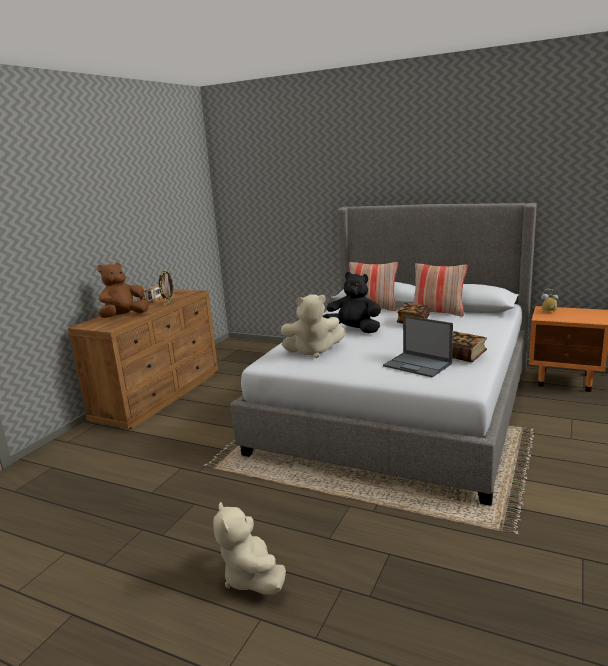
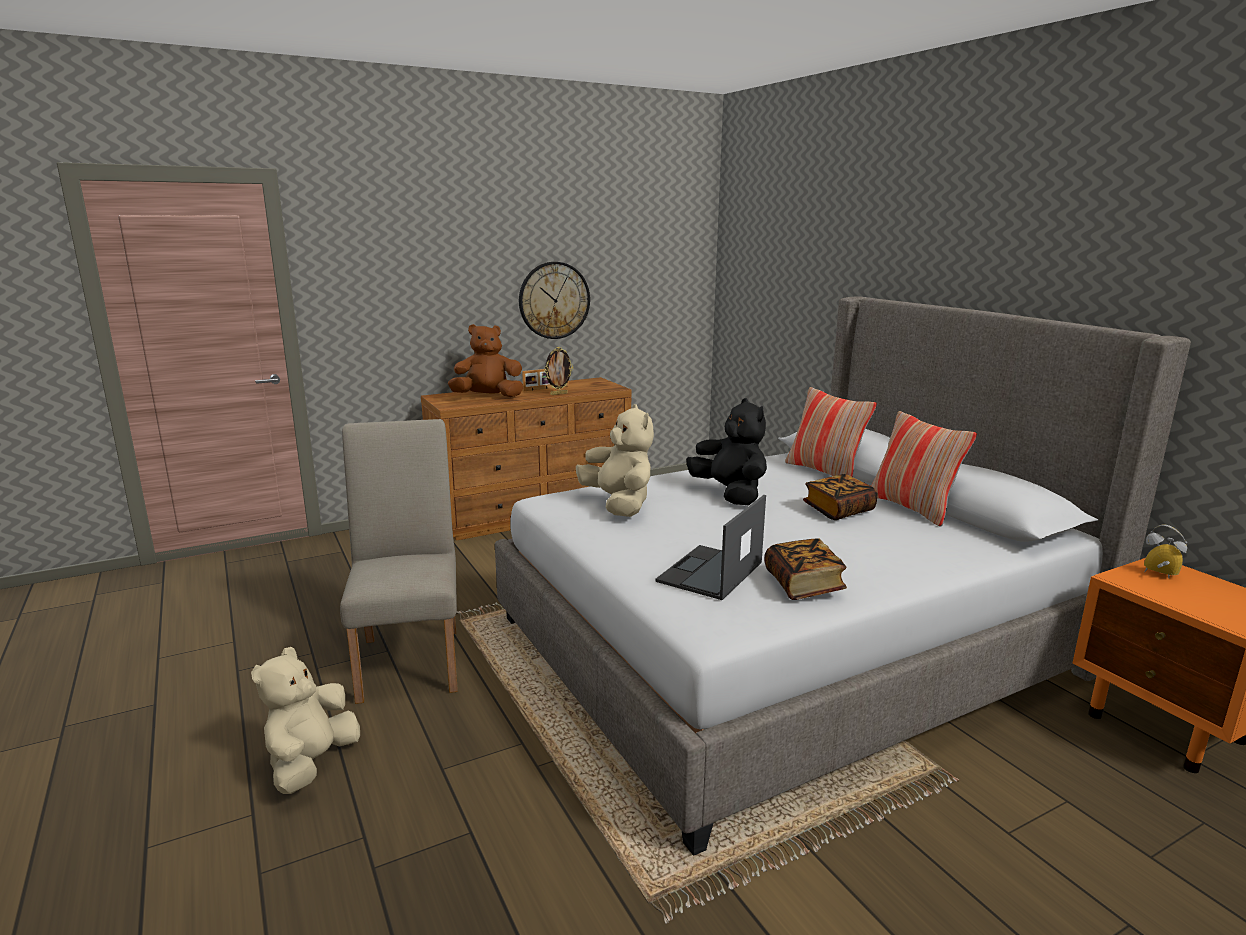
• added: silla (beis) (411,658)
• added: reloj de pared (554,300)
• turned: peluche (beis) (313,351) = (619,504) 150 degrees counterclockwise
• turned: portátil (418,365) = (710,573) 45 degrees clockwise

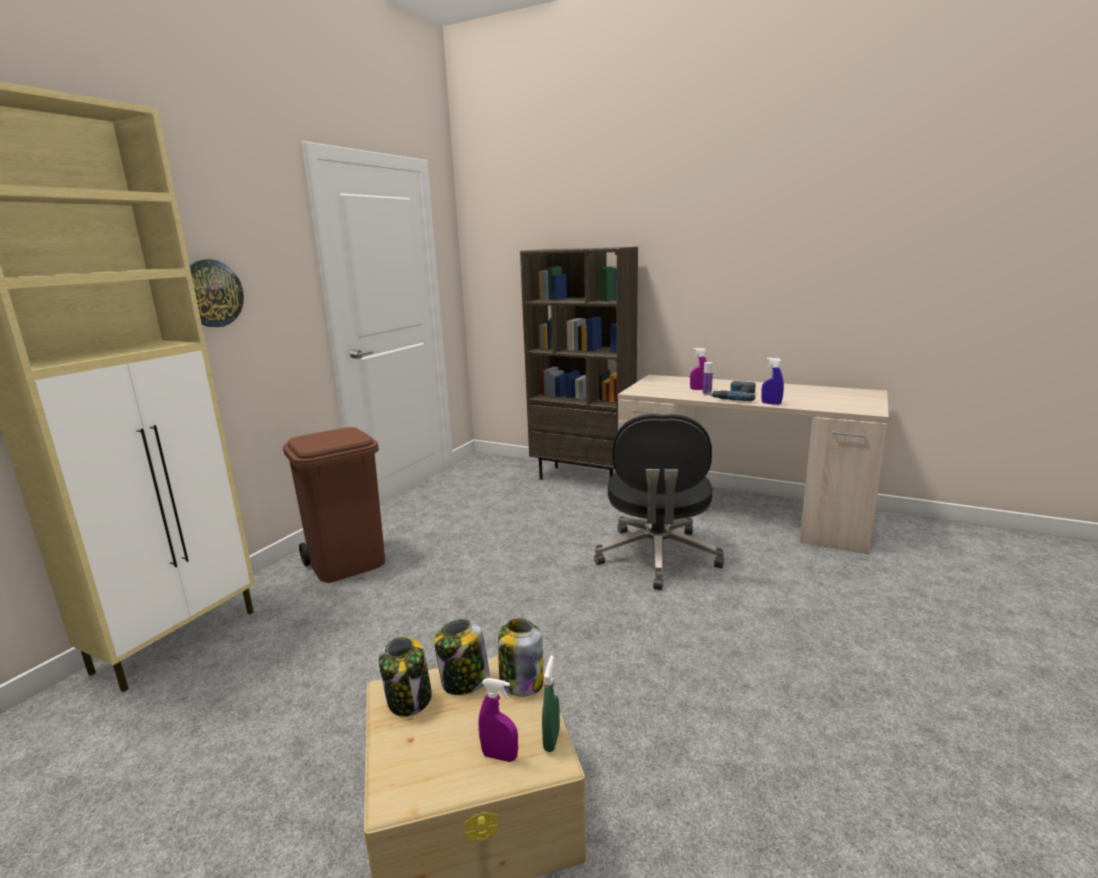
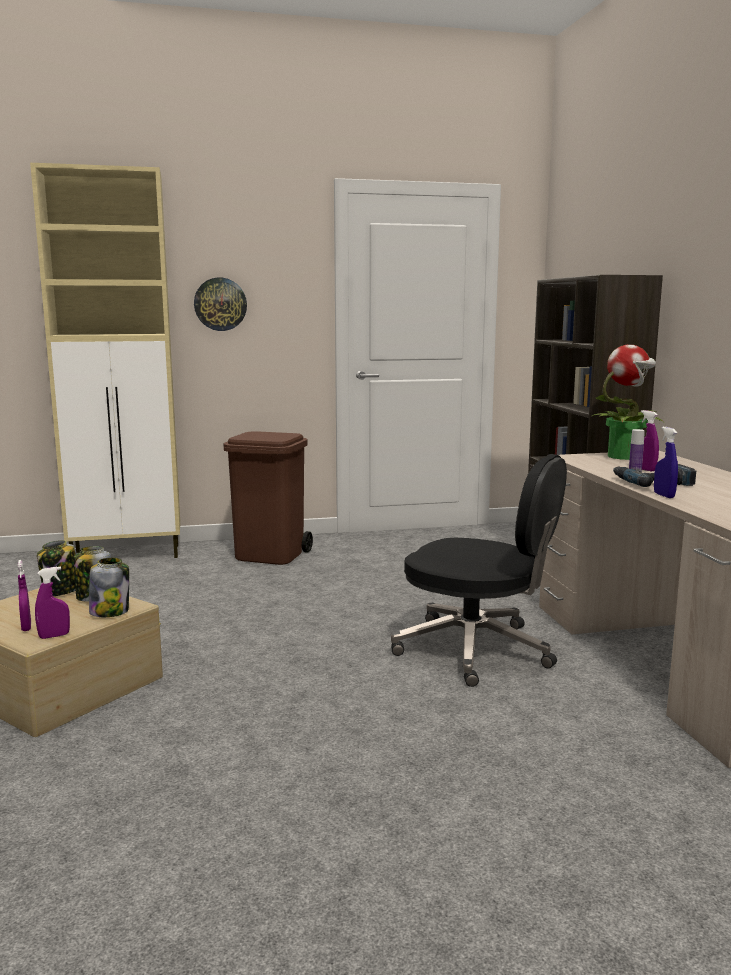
• recoloured: pulverizador (verde) (551,740) to pulverizador (morado) (54,636)
• turned: silla de oficina (negro) (657,557) = (476,650) 120 degrees counterclockwise
• added: planta en maceta (624,456)

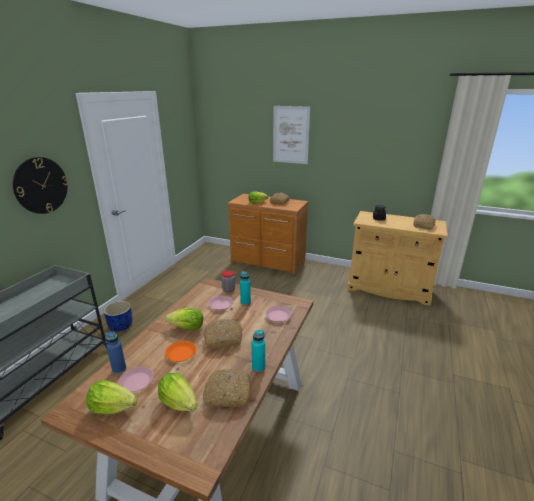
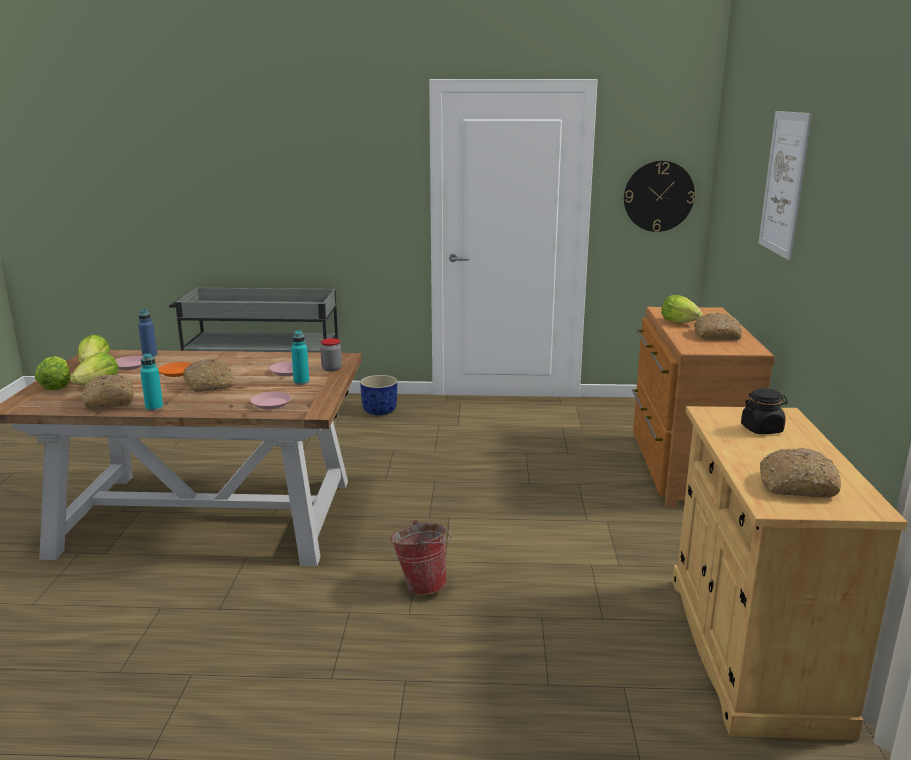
• moved: lechuga (187,328) to (56,386)
• added: cubo (422,584)
• moved: reloj de pared (41,185) to (658,196)

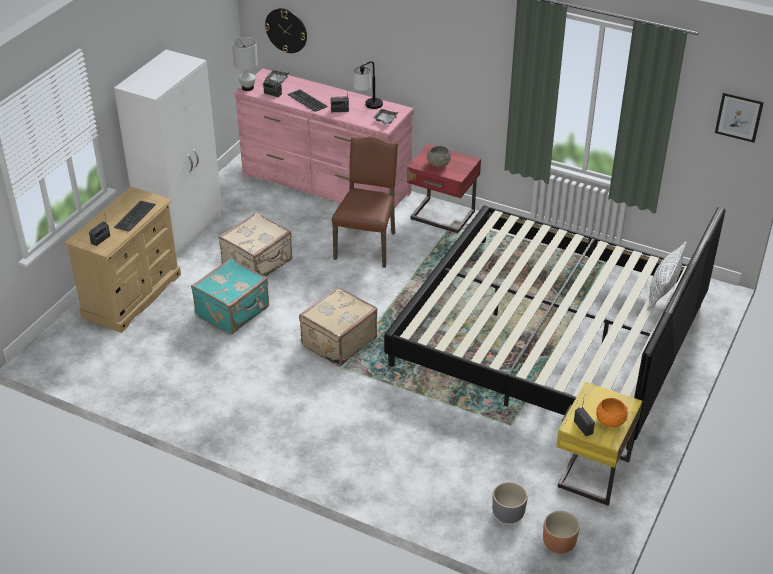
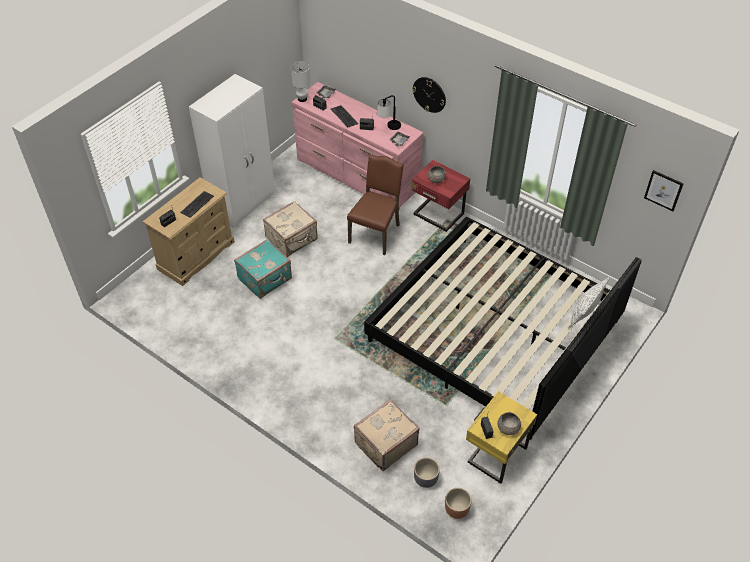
• moved: maleta (beis) (337,341) to (385,443)
• moved: reloj de pared (286,30) to (429,94)
• recoloured: cuenco (naranja) (610,421) to cuenco (gris) (508,428)

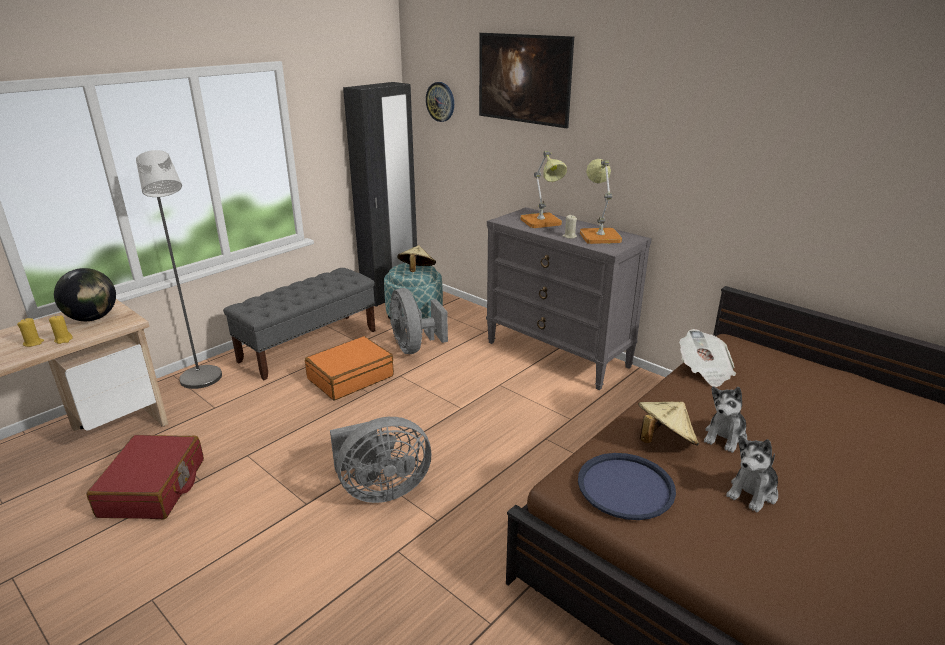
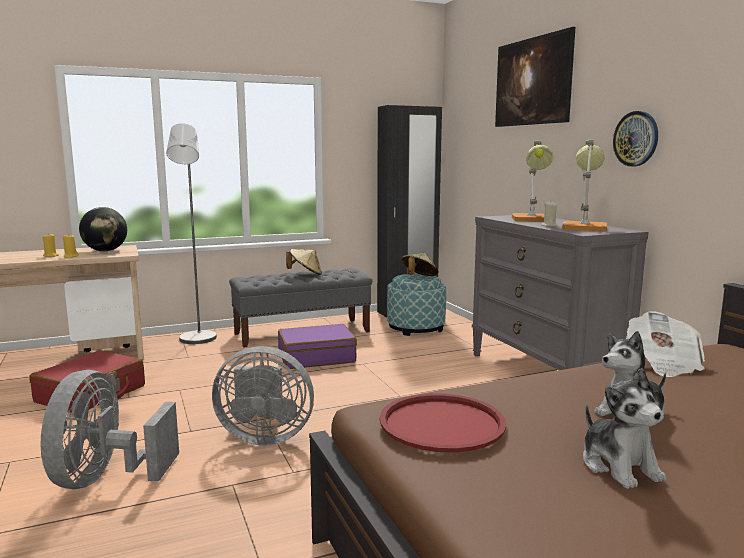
• moved: ventilador (gris) (414,347) to (105,478)
• recoloured: maleta (naranja) (350,377) to maleta (morado) (316,357)
• moved: sombrero (beis) (664,441) to (305,274)
• recoloured: bandeja (azul) (625,486) to bandeja (rojo) (442,423)
• turned: peluche (753,492) = (619,466) 90 degrees counterclockwise
• moved: reloj de pared (440,101) to (636,139)

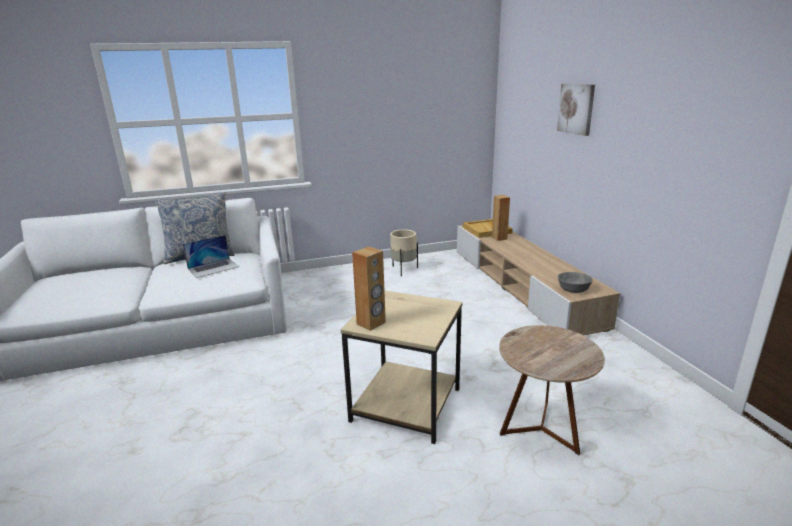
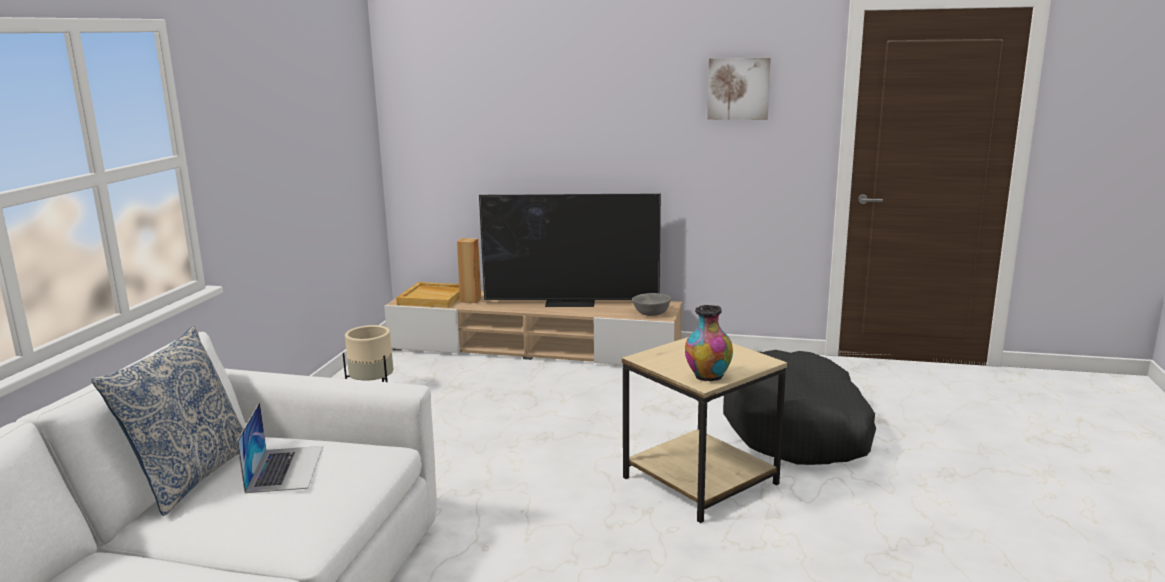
• added: televisor (571,302)
• replaced: altavoz (marrón) (371,323) to florero (707,377)
• moved: cuadro (576,108) to (738,88)
• replaced: mesa auxiliar (marrón) (541,430) to cama para perro (negro) (798,429)

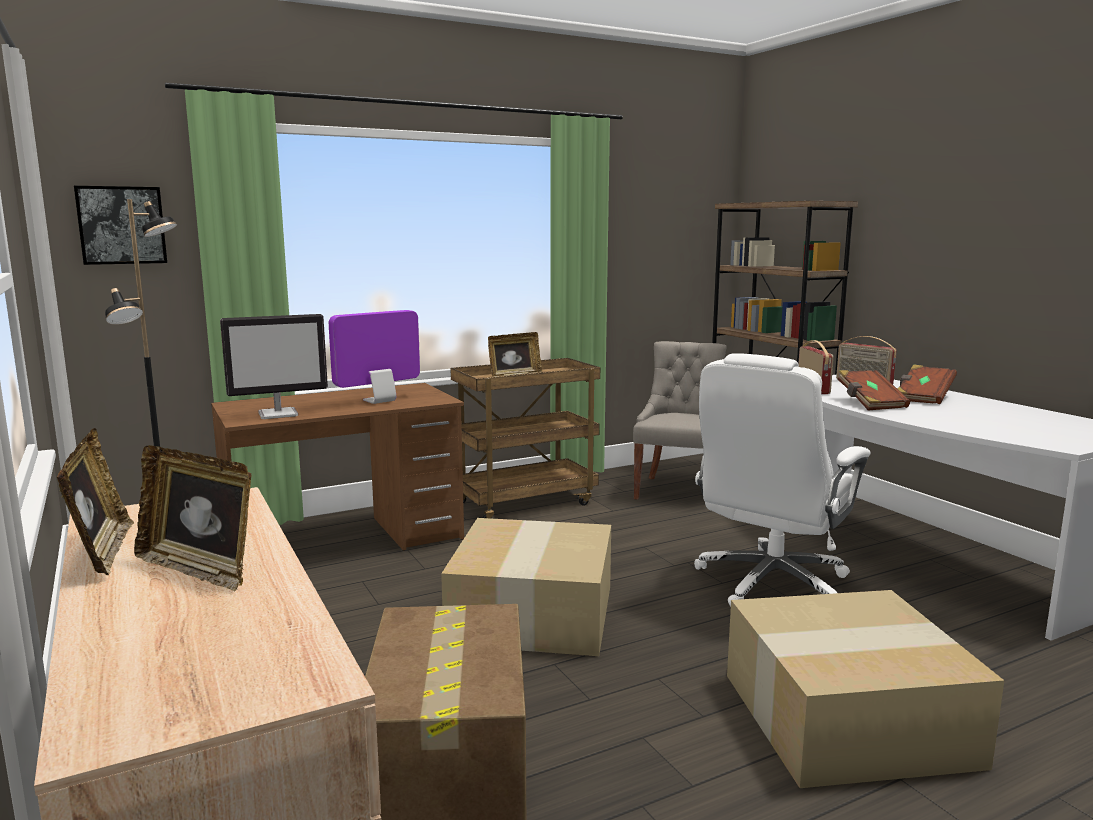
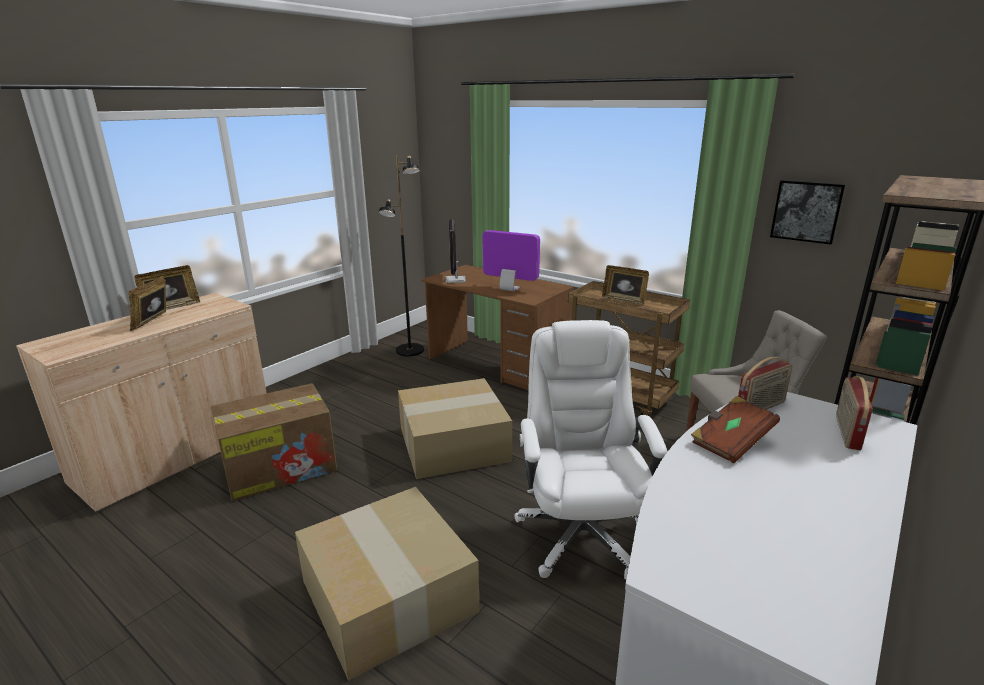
• turned: monitor (279,414) = (455,280) 45 degrees clockwise
• turned: silla de oficina (blanco) (771,584) = (580,533) 75 degrees clockwise
• moved: cuadro (121,225) to (807,211)
• removed: libro (marrón) (923,398)

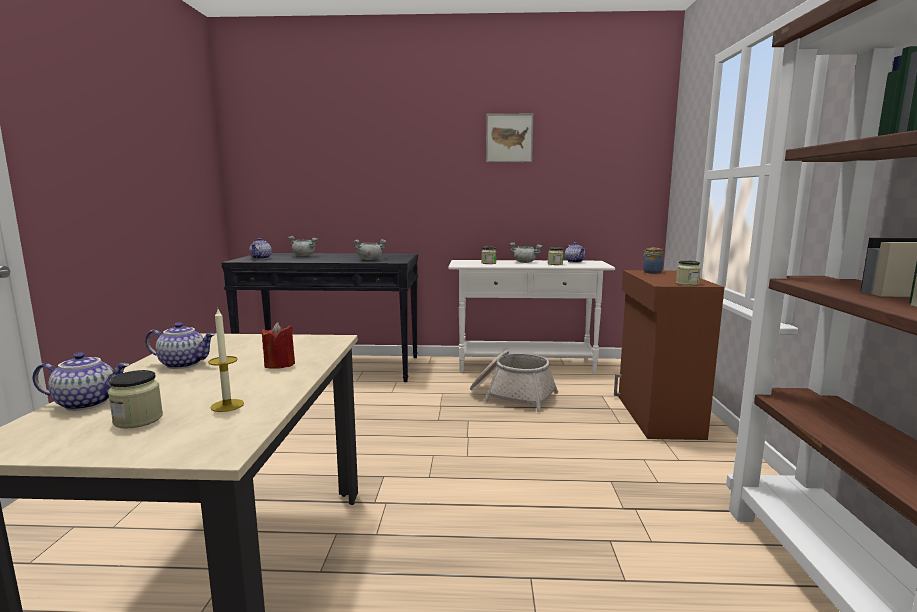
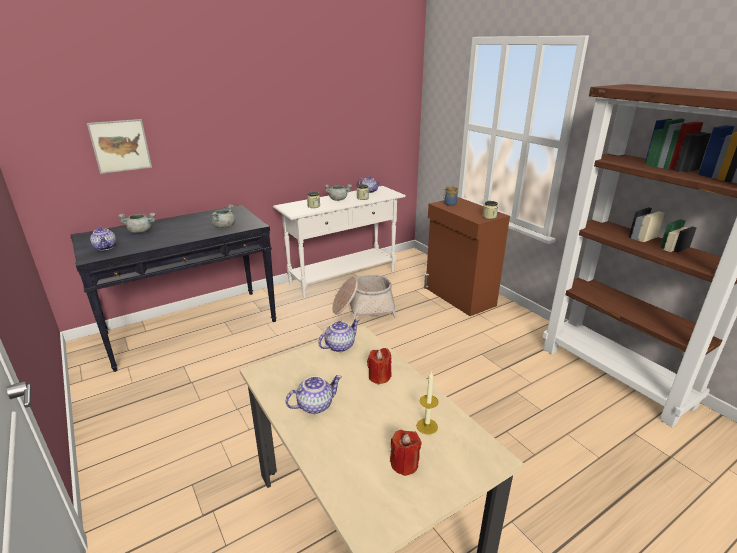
• moved: cuadro (509,138) to (120,146)
• moved: tetera (88,403) to (339,346)
• replaced: tarro (138,419) to vela (rojo) (404,464)

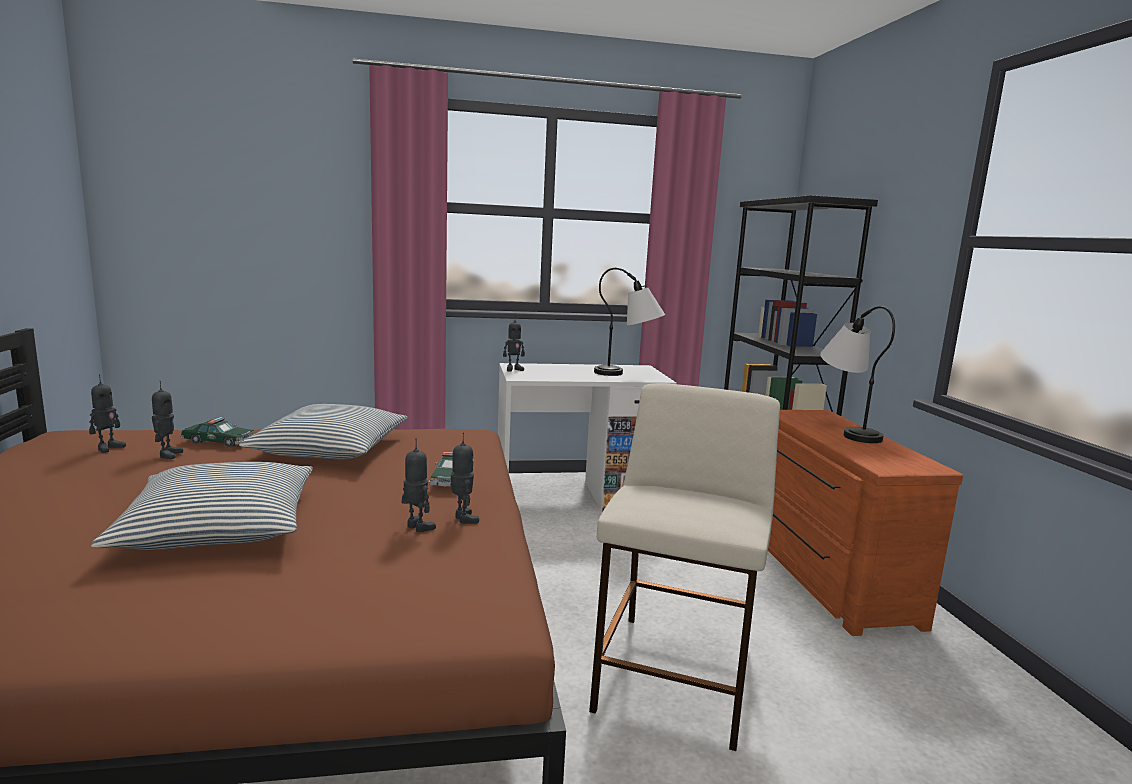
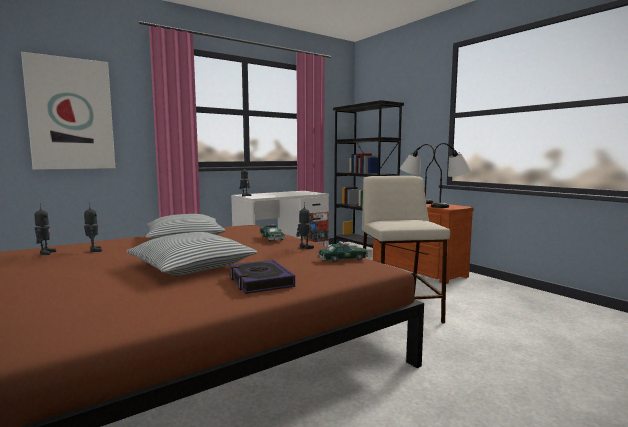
• added: cuadro (71,114)
• added: libro (260,281)
• moved: coche de juguete (218,442) to (343,259)
• moved: lámpara de mesa (628,374) to (451,206)
• removed: robot de juguete (417,527)

